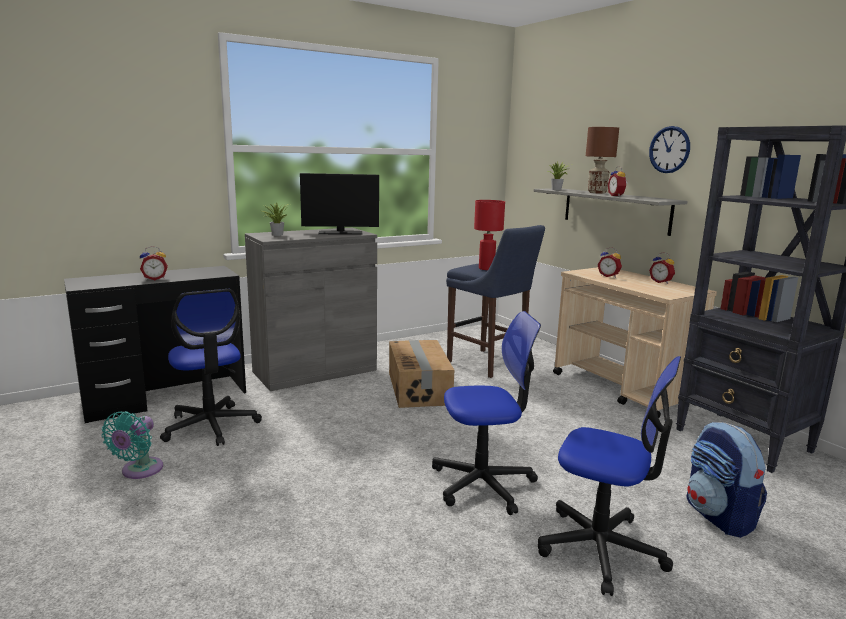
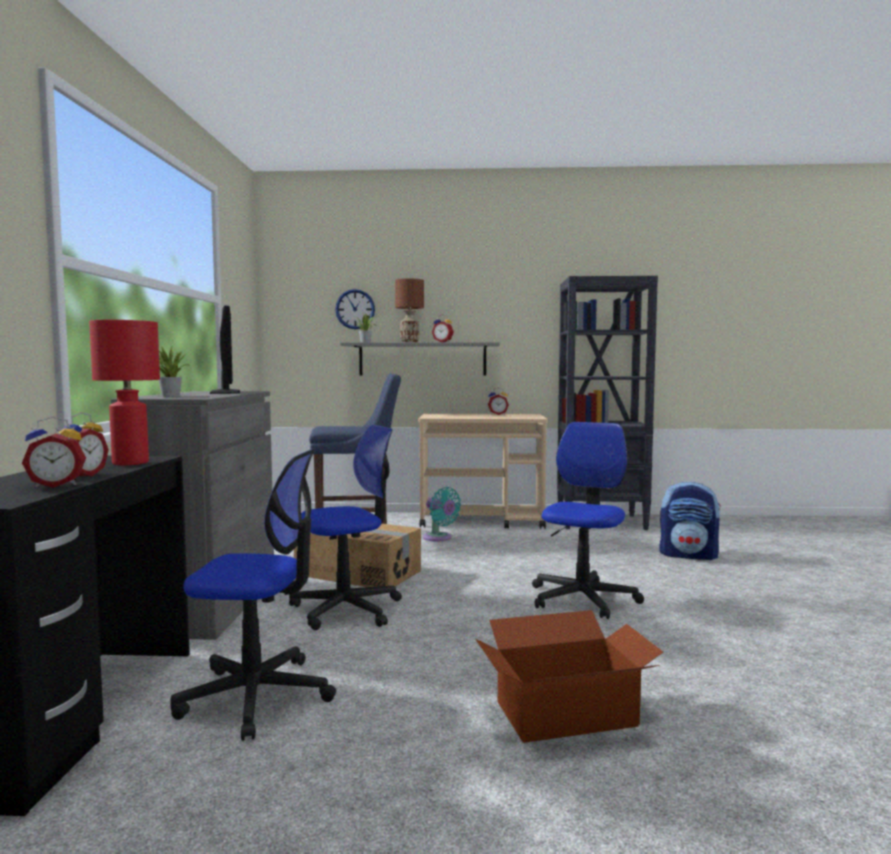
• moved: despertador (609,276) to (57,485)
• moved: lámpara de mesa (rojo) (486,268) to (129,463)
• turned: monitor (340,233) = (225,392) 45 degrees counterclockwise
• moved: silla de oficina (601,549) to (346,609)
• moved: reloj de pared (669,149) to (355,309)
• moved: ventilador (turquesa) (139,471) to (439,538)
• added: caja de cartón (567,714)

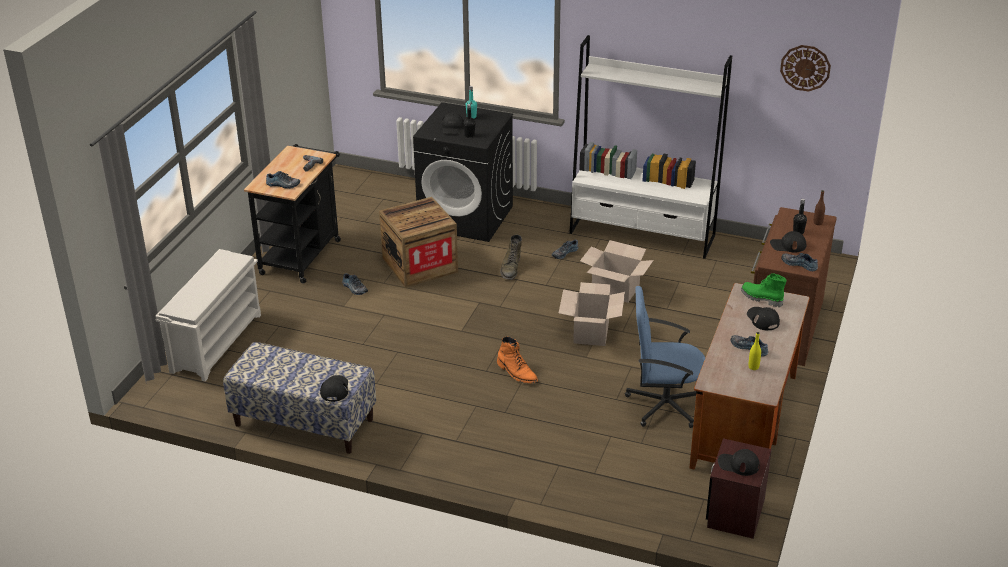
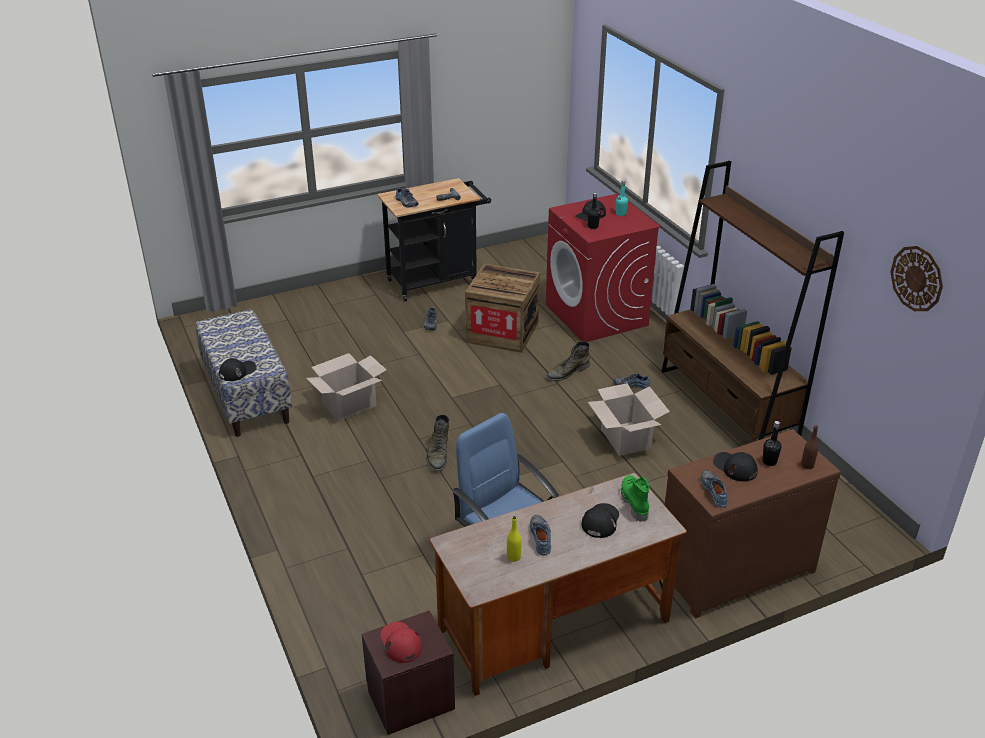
• moved: caja de cartón (591,332) to (349,405)
• recoloured: gorra (negro) (738,464) to gorra (rojo) (400,643)
• recoloured: bota (naranja) (517,372) to bota (verde) (438,455)
• recoloured: lavadora (negro) (466,217) to lavadora (rojo) (597,315)
• recoloured: estantería (blanco) (642,234) to estantería (marrón) (727,407)
• removed: zapatero (blanco) (216,342)

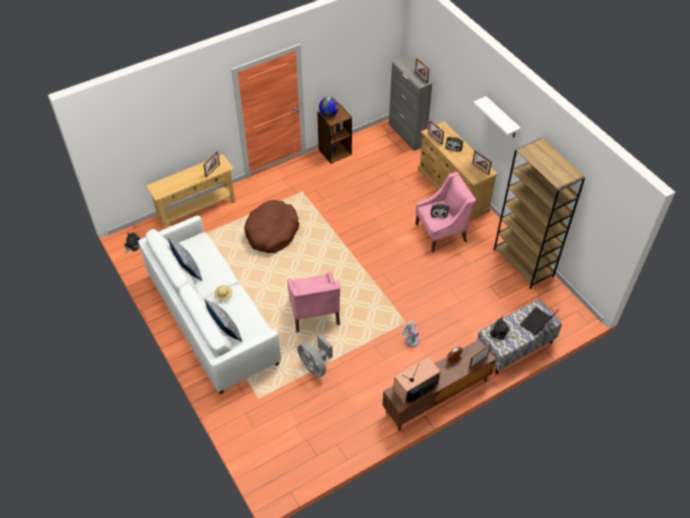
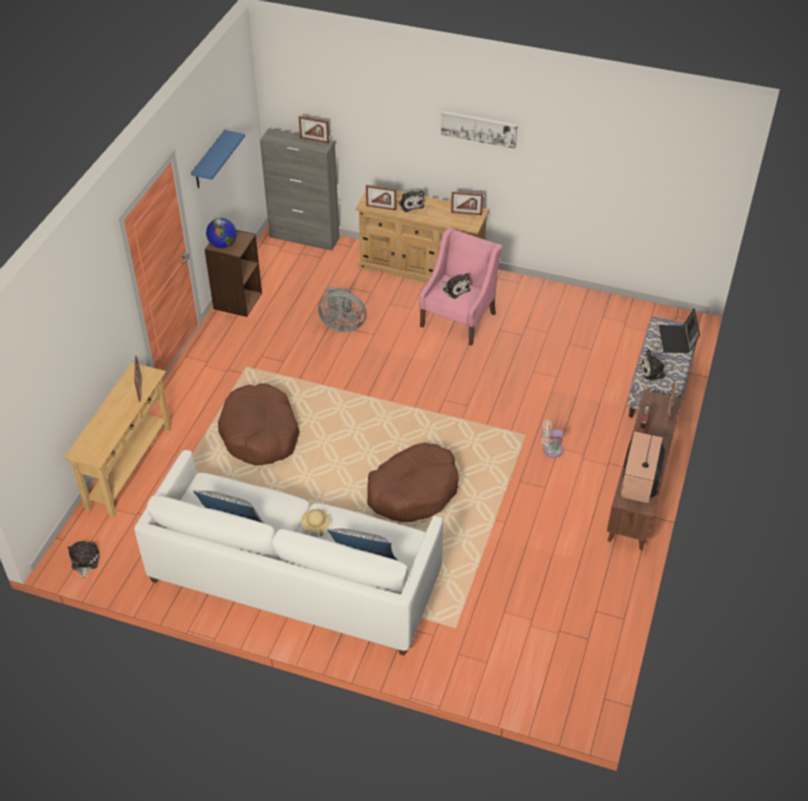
• added: estante (azul) (209,161)
• moved: ventilador (gris) (315,366) to (342,325)
• replaced: sillón (rosa) (314,313) to cama para perro (marrón) (413,491)
• replaced: estante (blanco) (502,118) to cuadro (479,128)
• removed: estantería (marrón) (523,263)

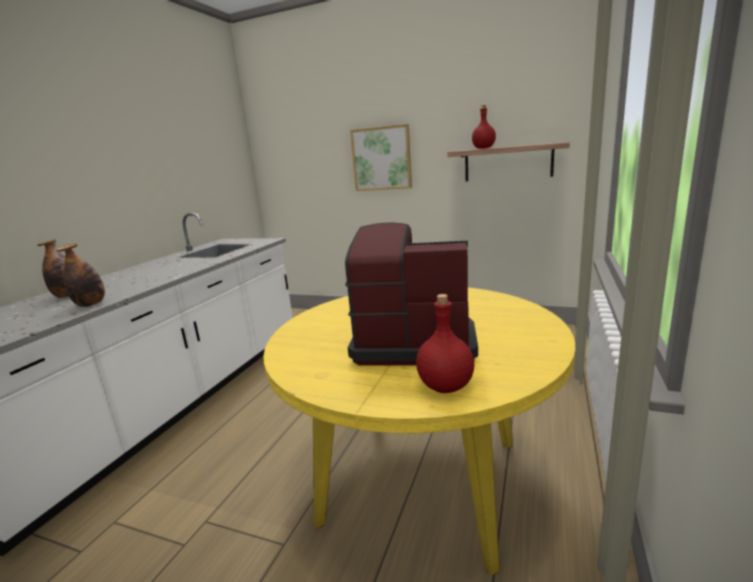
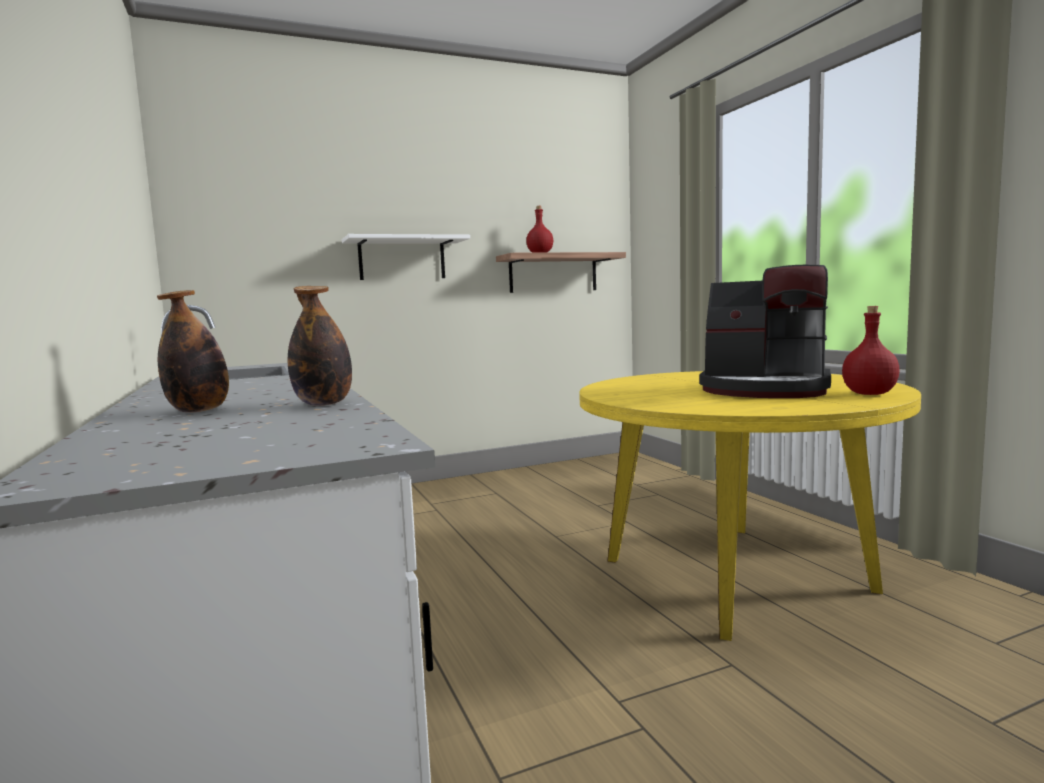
• replaced: cuadro (381,158) to estante (blanco) (402,259)
• turned: cafetera (413,342) = (765,390) 120 degrees counterclockwise

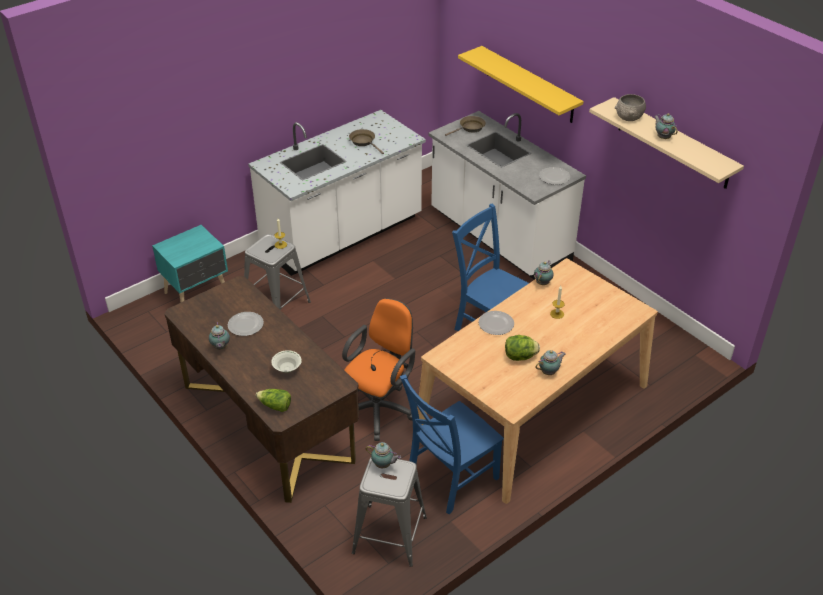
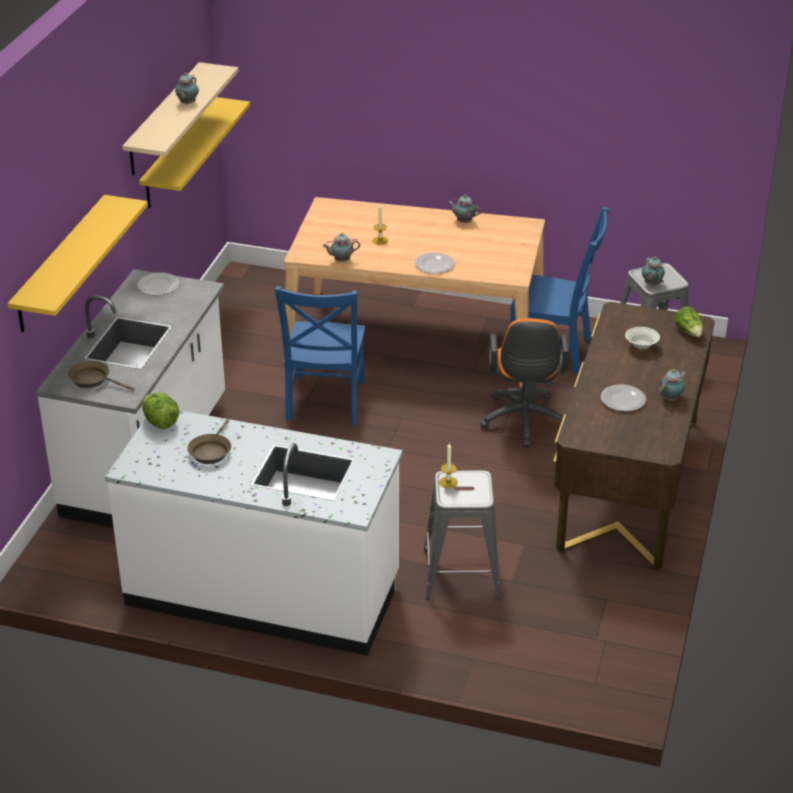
• added: estante (amarillo) (178,153)
• moved: lechuga (520,356) to (161,422)
• turned: silla de oficina (naranja) (380,408) = (523,422) 90 degrees counterclockwise
• removed: mesita de noche (turquesa) (197,292)
• removed: cuenco (gris) (629,117)

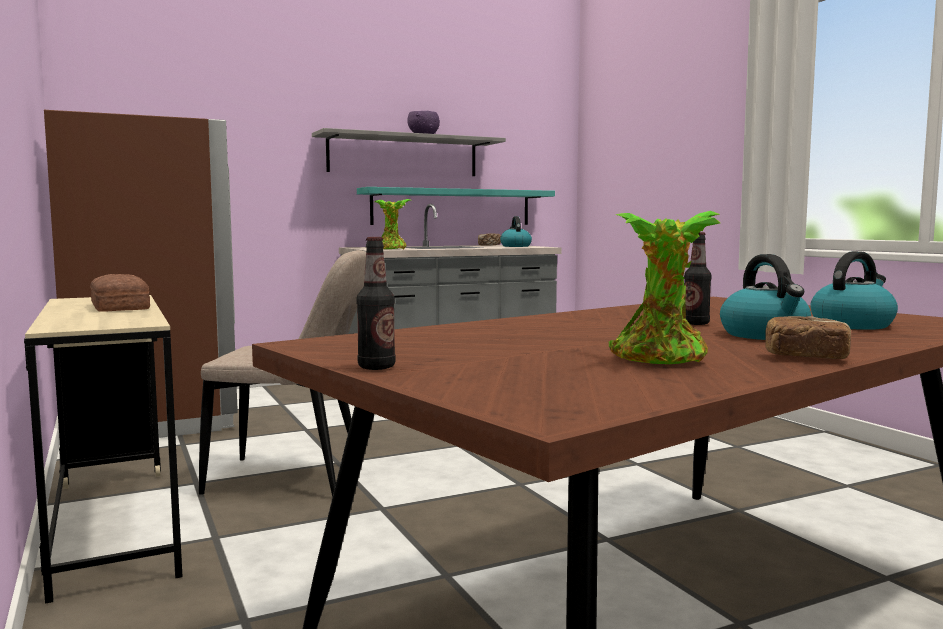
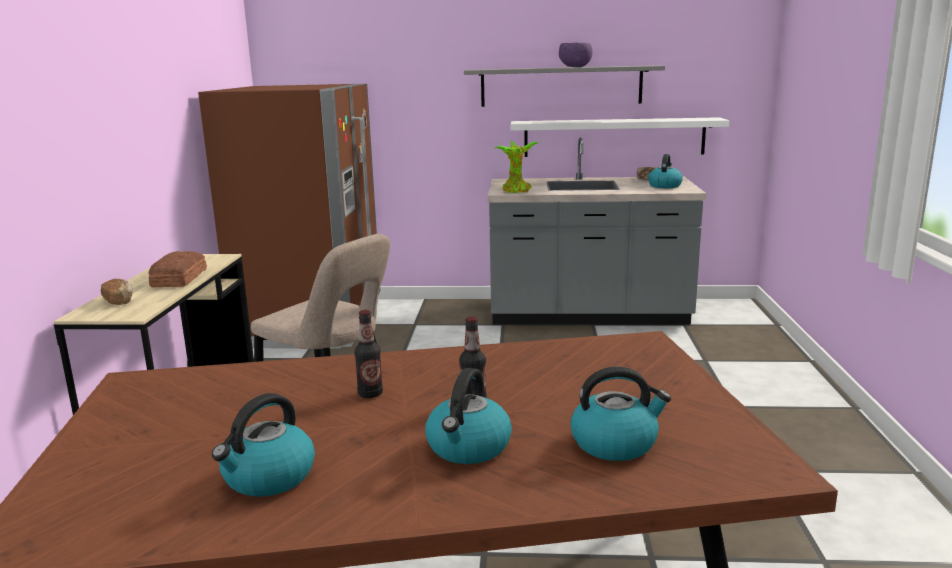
• moved: pan (806,358) to (119,301)
• replaced: planta en maceta (661,359) to hervidor (268,478)
• moved: botella (376,367) to (370,394)
• recoloured: estante (turquesa) (452,207) to estante (blanco) (614,137)

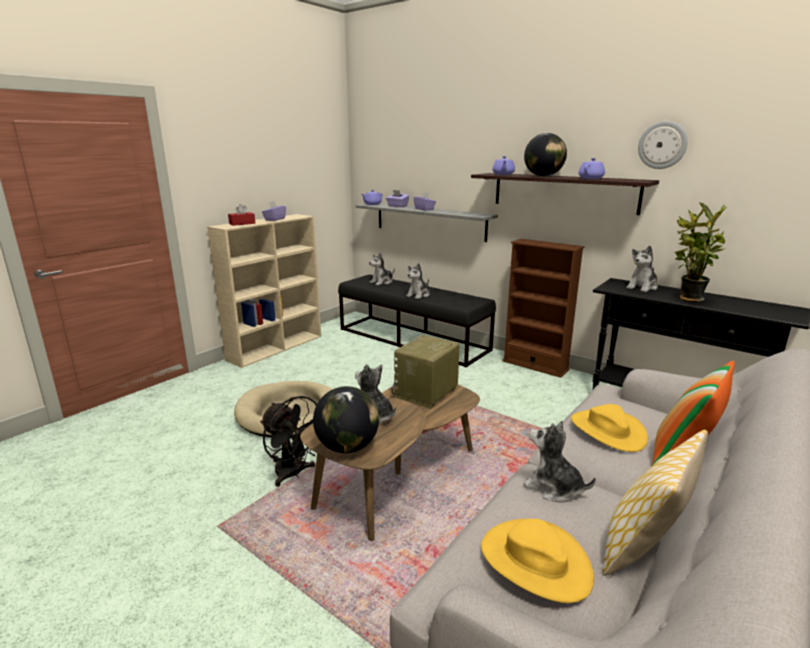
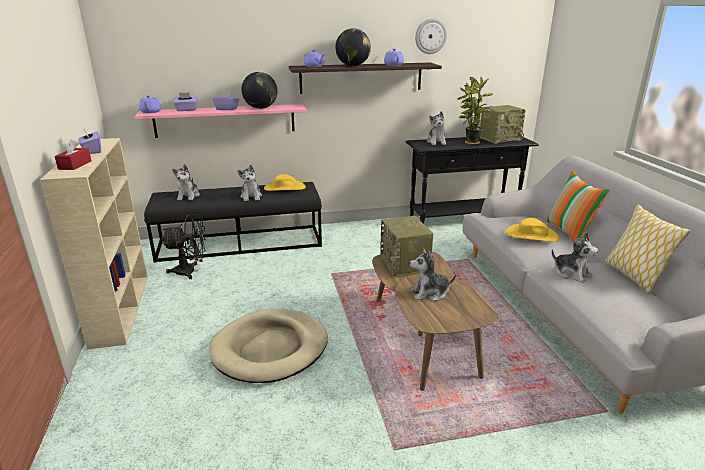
• recoloured: estante (gris) (429,221) to estante (rosa) (225,120)
• moved: ventilador (negro) (293,474) to (190,271)
• moved: globo terráqueo (347,447) to (260,108)
• moved: sombrero (amarillo) (534,561) to (284,188)
• added: radio (500,139)
• turned: peluche (553,488) = (571,273) 120 degrees counterclockwise
• removed: estantería (marrón) (535,365)

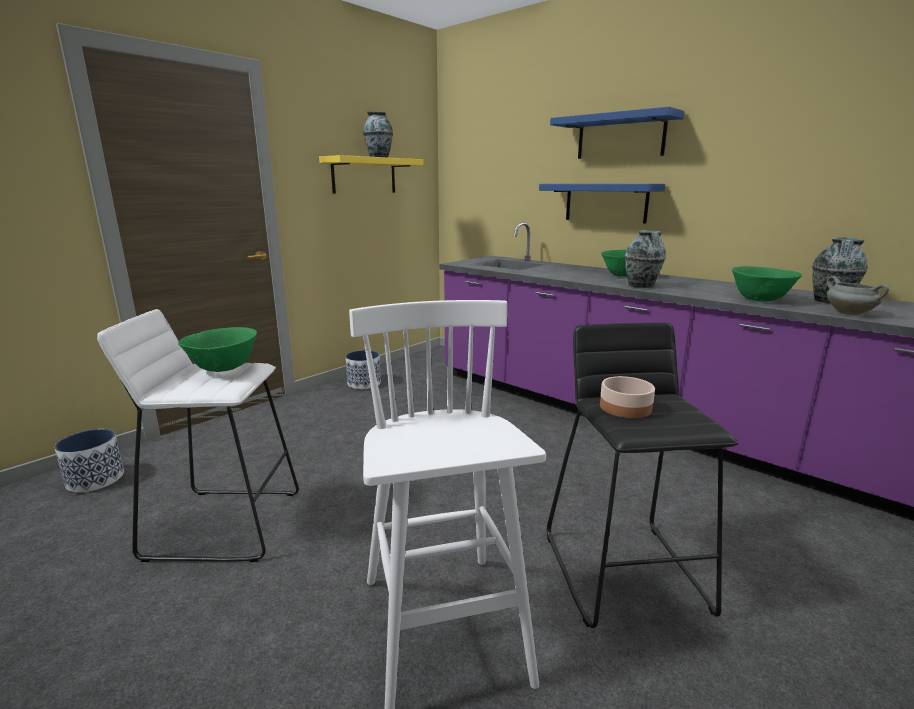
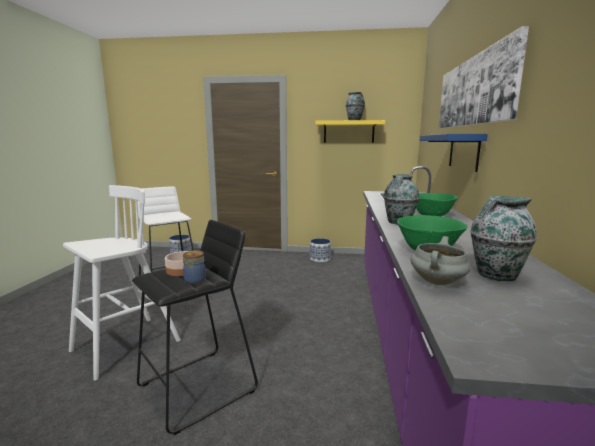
• added: tarro (196,280)
• replaced: estante (azul) (620,137) to cuadro (473,91)
• removed: cuenco (verde) (224,369)

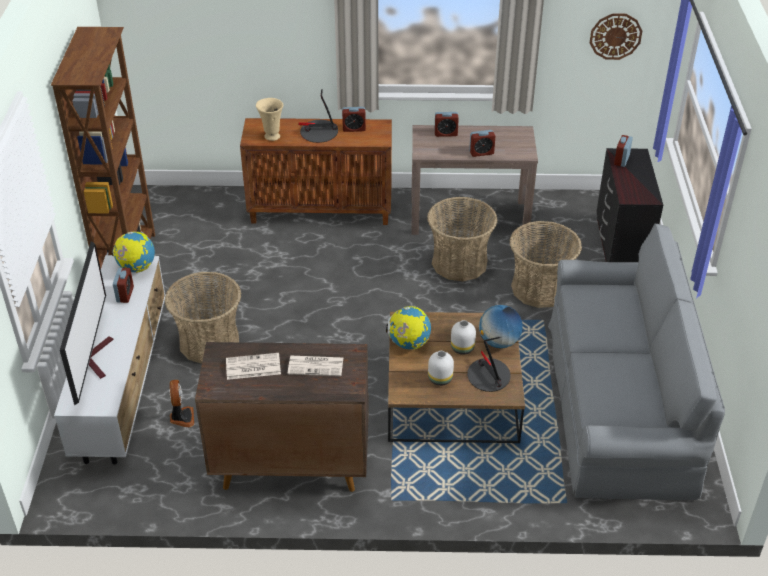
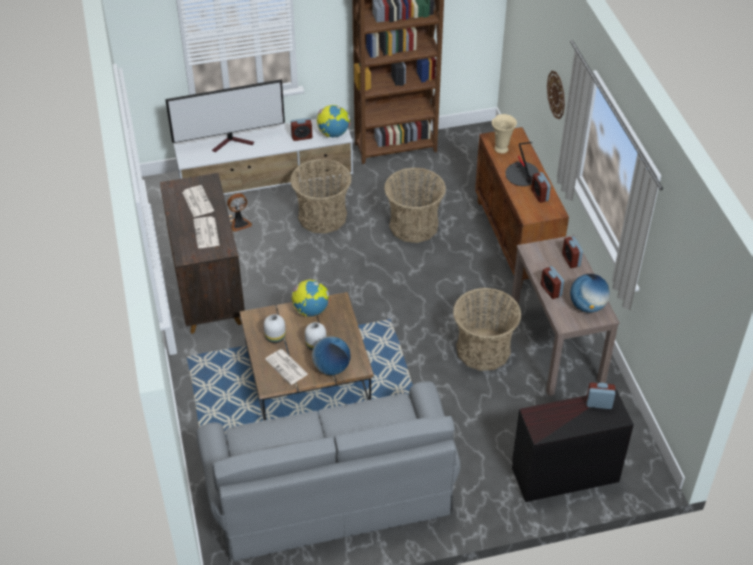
• replaced: lámpara de mesa (488,376) to periódico (287,367)
• moved: cesta (539,288) to (413,225)
• moved: reloj de pared (615,36) to (556,94)
• added: globo terráqueo (587,306)

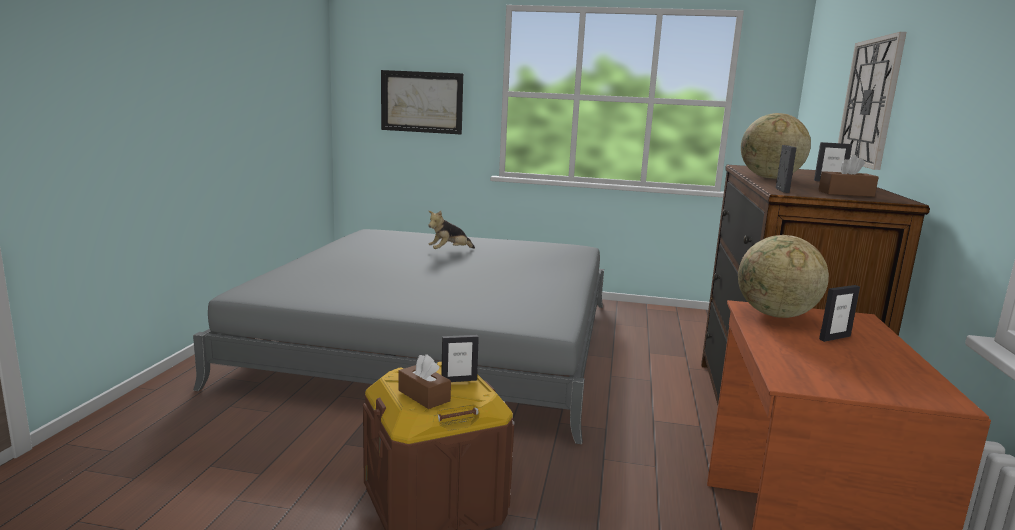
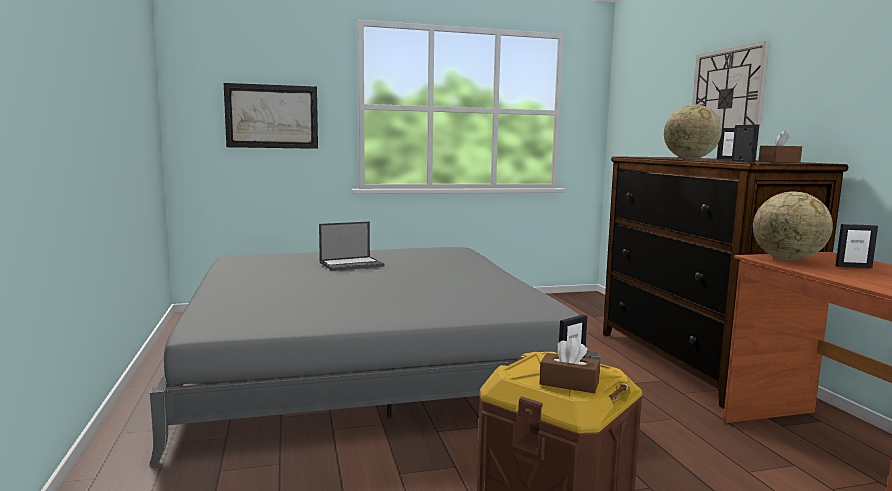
• replaced: peluche (449,251) to portátil (352,264)
• turned: portarretratos (834,338) = (853,267) 60 degrees clockwise

